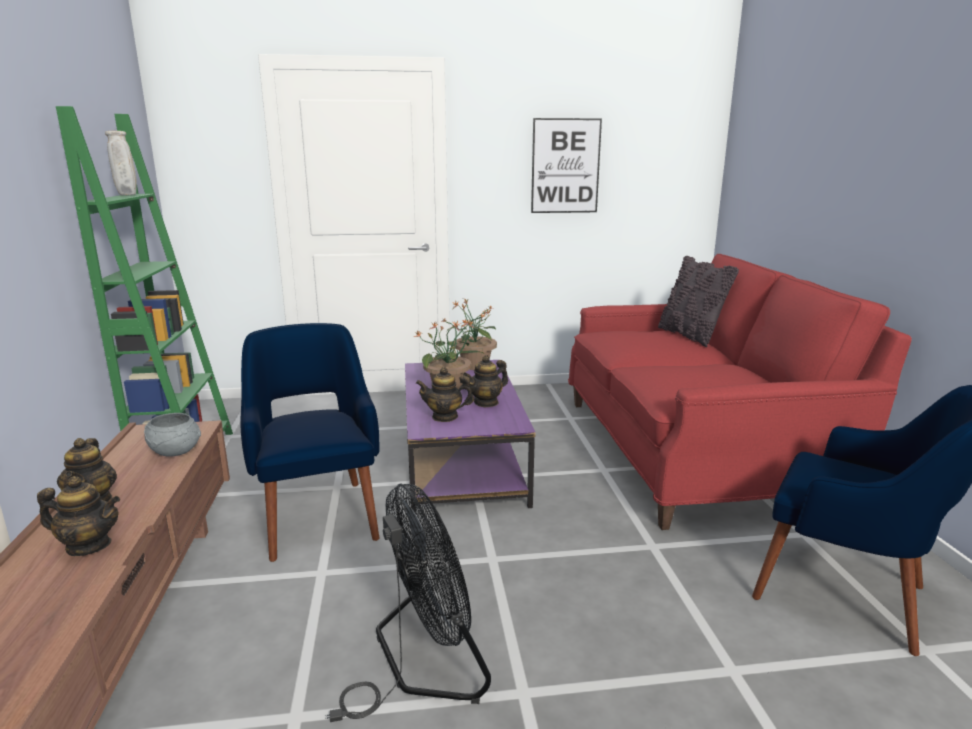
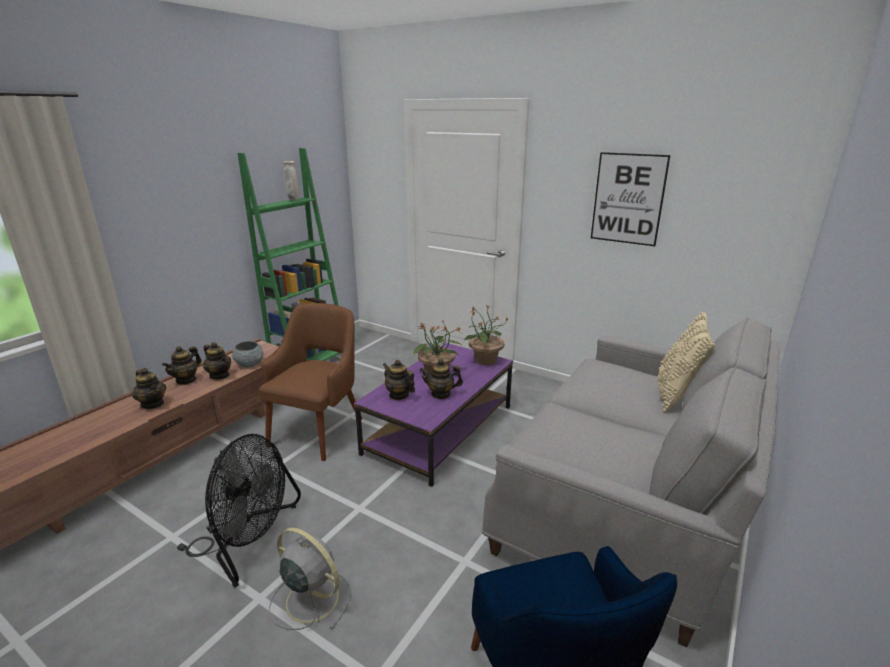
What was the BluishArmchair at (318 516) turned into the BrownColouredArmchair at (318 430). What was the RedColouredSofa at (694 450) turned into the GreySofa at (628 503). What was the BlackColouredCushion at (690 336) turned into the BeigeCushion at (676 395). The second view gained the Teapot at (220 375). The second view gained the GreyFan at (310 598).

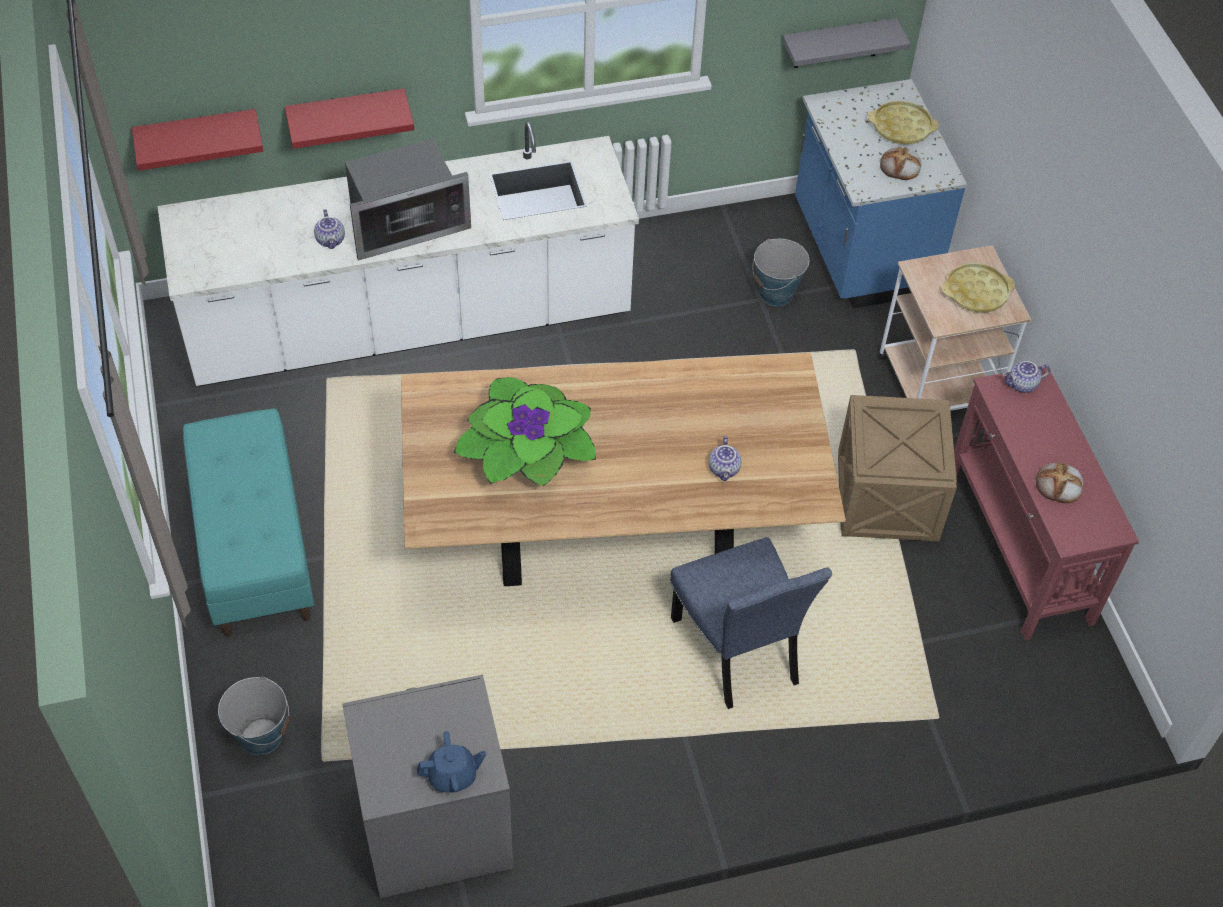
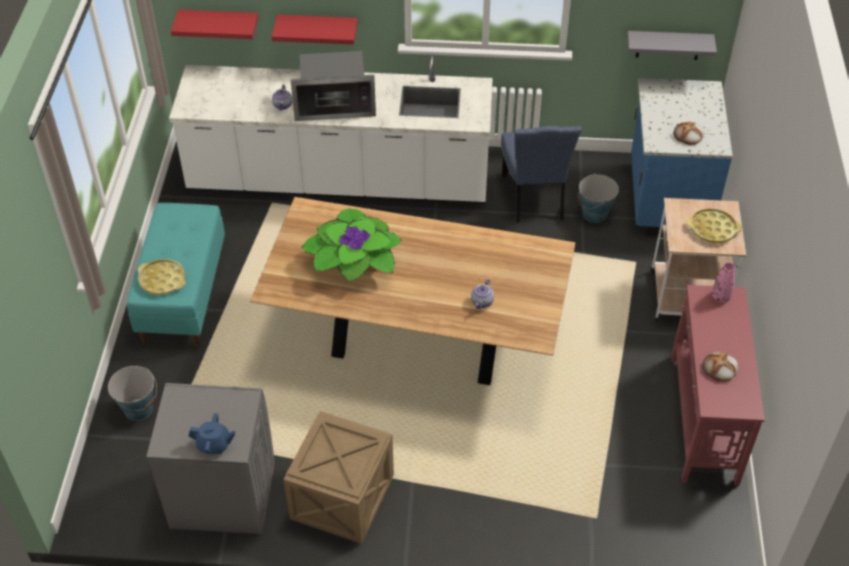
The BluishPlainChair ended up elsewhere, having gone from (737 646) to (534 195). The ShippingCrate ended up elsewhere, having gone from (887 498) to (342 499). The YellowColouredCarryingTray ended up elsewhere, having gone from (901 127) to (162 280). Where the Teapot stood at (1022 385), the PinkDecorativeVase came to stand at (720 297).

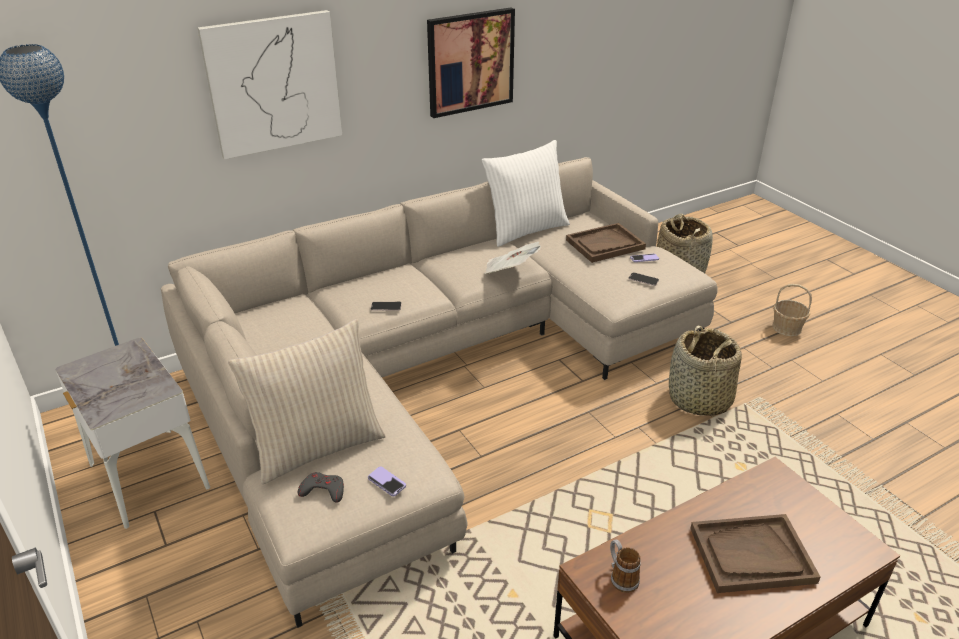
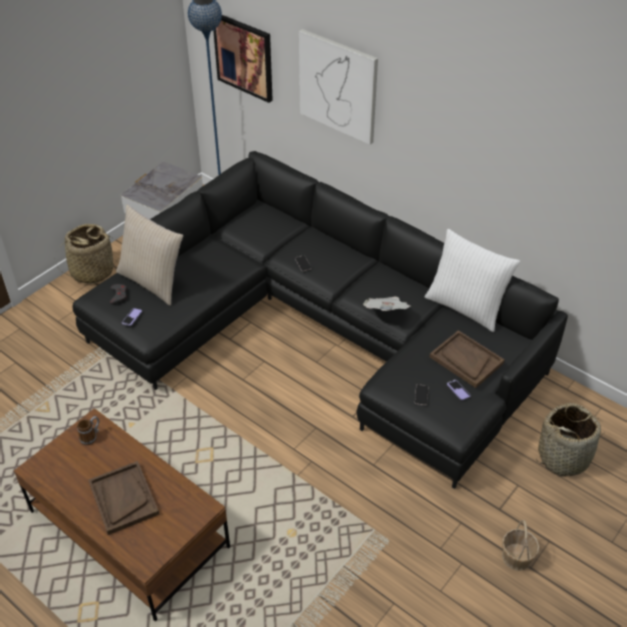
What was the BeigeSofa at (435 372) turned into the BlackColouredSofa at (319 331). The Picture ended up elsewhere, having gone from (470 62) to (244 56). The StorageBasket ended up elsewhere, having gone from (699 399) to (92 271).

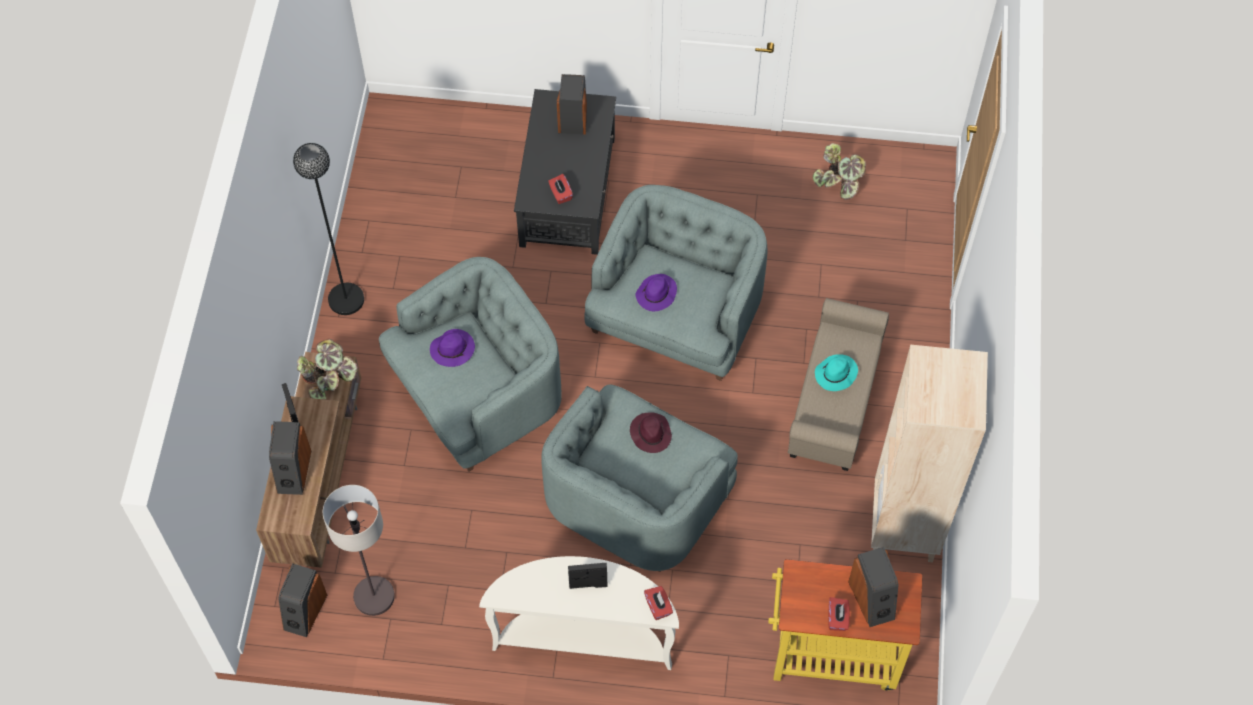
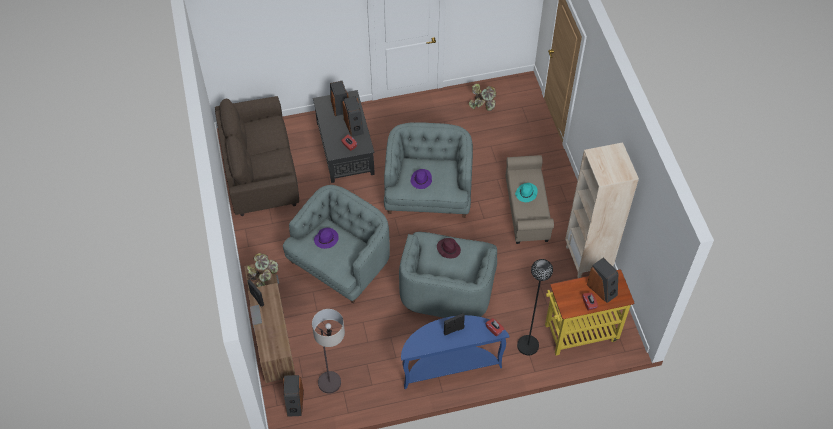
The Loudspeaker ended up elsewhere, having gone from (293 471) to (354 126). The BlackColouredStandardLamp ended up elsewhere, having gone from (346 299) to (527 345). What was the WhiteColouredNarrowTable at (584 637) turned into the BluishNarrowTable at (450 366). The second view gained the BrownColouredSofa at (260 172).

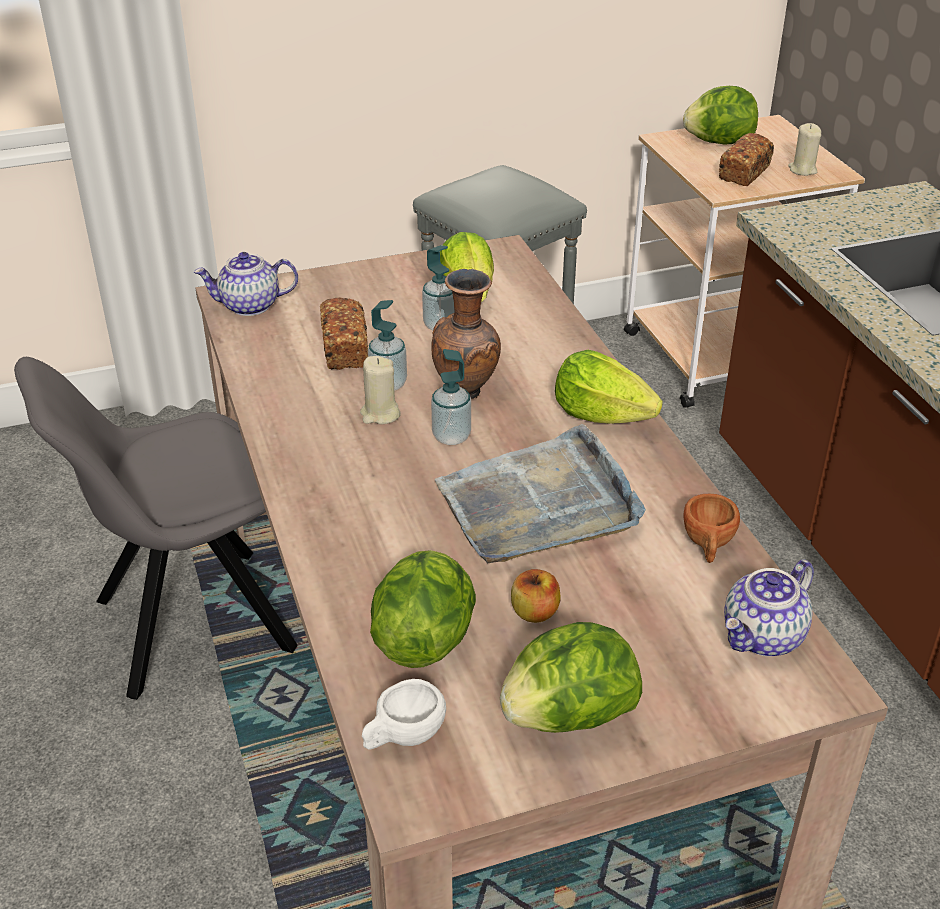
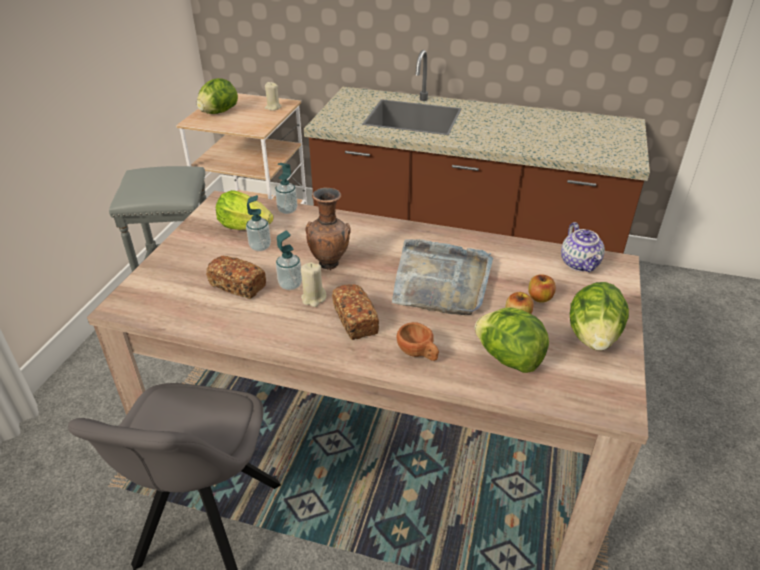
The second view lost the Teapot at (249 306). The second view lost the WhiteColouredSmallCup at (403 737). The LiquidSoapBottle ended up elsewhere, having gone from (451 436) to (287 210). The second view lost the HeadOfLettuce at (601 415). The BrownColouredSmallCup ended up elsewhere, having gone from (708 545) to (418 353). The BakedBread ended up elsewhere, having gone from (744 173) to (355 321). The second view gained the WholeApple at (540 298).

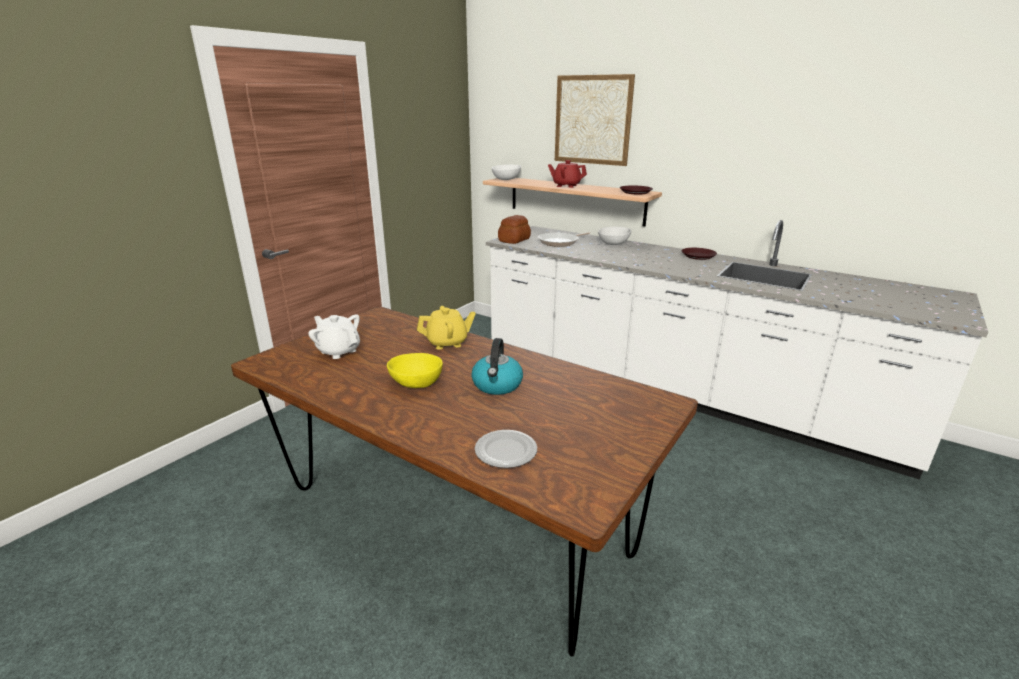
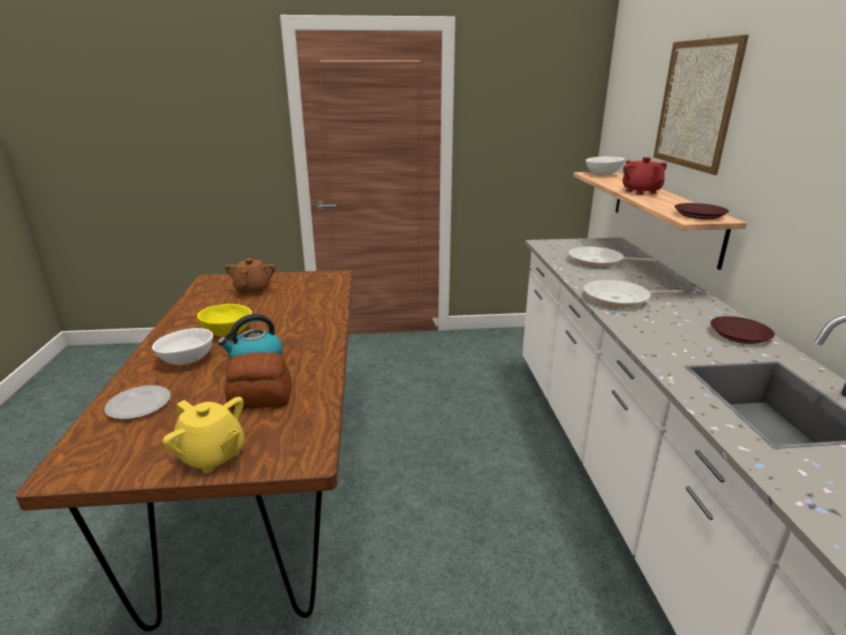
What was the WhiteColouredTeapot at (338 351) turned into the BrownColouredTeapot at (253 290). The YellowColouredTeapot ended up elsewhere, having gone from (447 343) to (212 456). The BakedBread ended up elsewhere, having gone from (515 240) to (261 399). The WhiteColouredBowl ended up elsewhere, having gone from (613 243) to (188 359). The second view gained the FryingPan at (620 298).

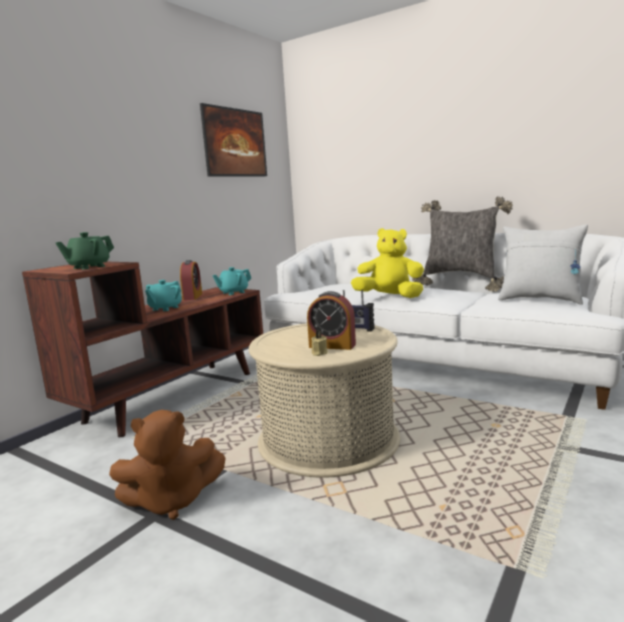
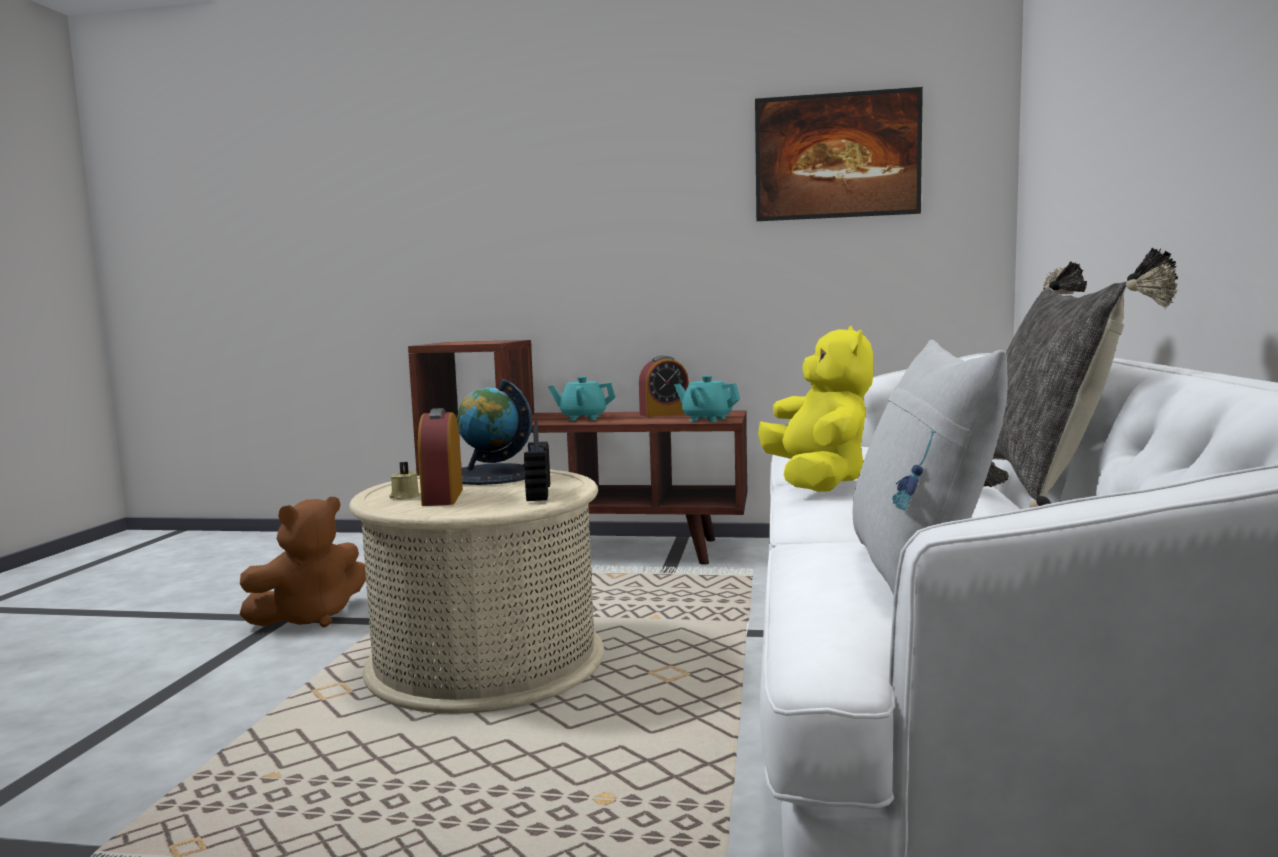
The second view lost the GreenColouredTeapot at (89 267). The BrownColouredSoftToy at (172 501) ended up facing another way, 90 degrees counterclockwise from before. The second view gained the Globe at (491 476).

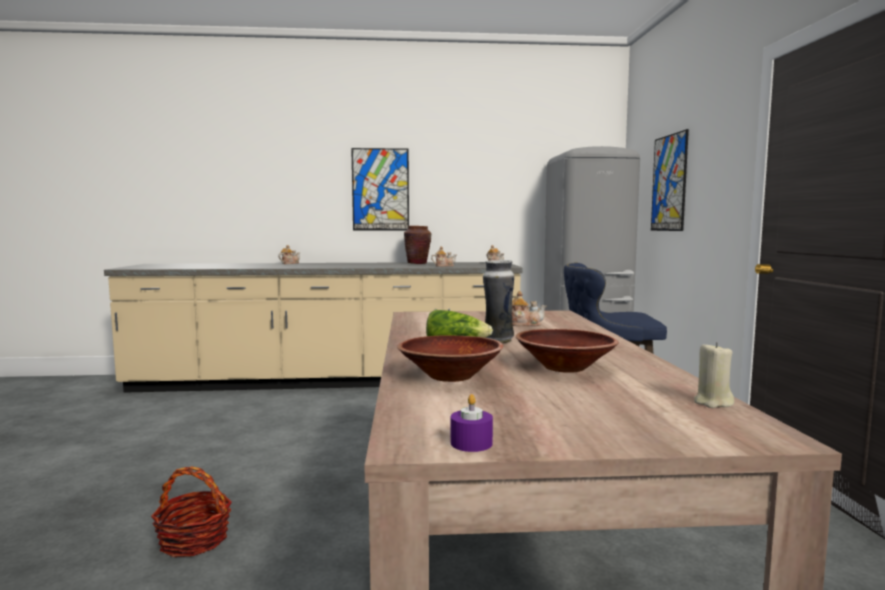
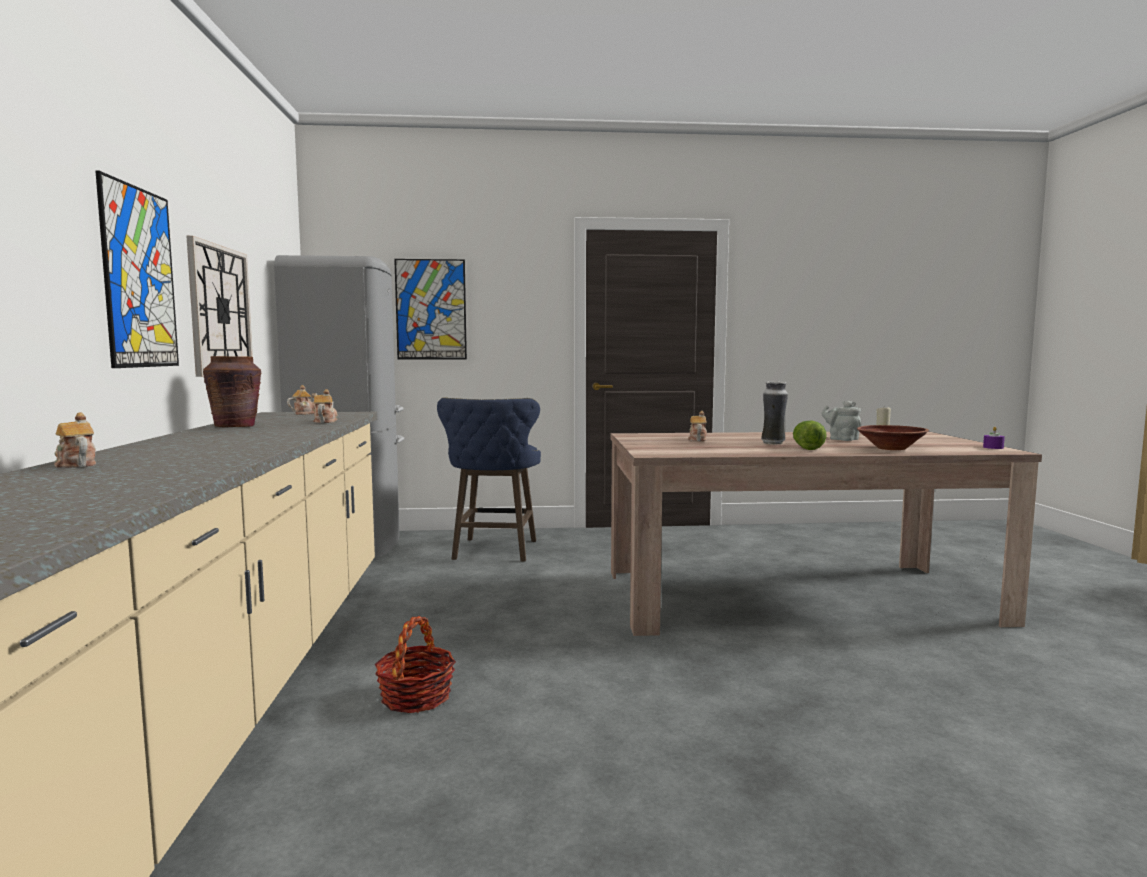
The StorageBasket ended up elsewhere, having gone from (194 540) to (416 697). Where the BrownColouredBowl stood at (564 367), the GreyTeapot came to stand at (841 439). The second view gained the HangingClock at (220 310).

